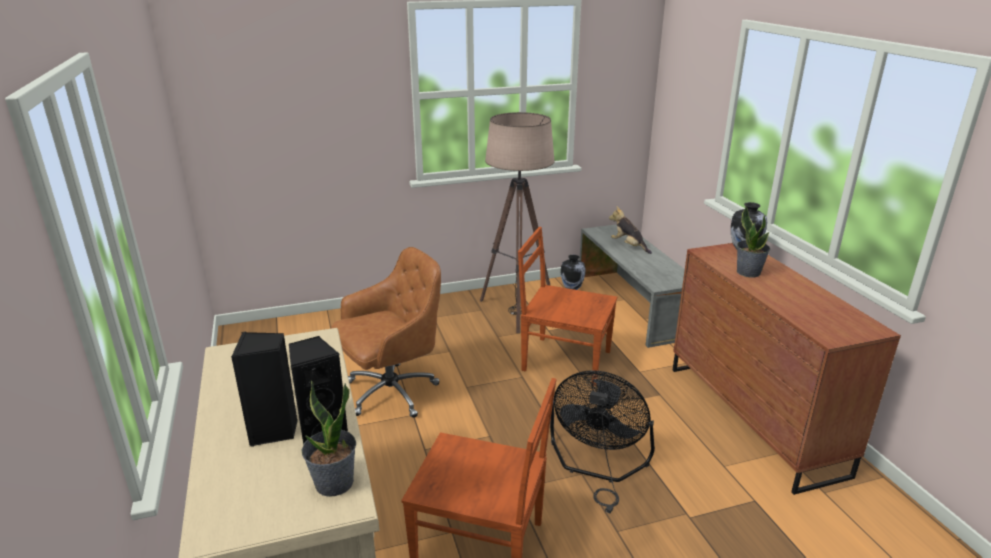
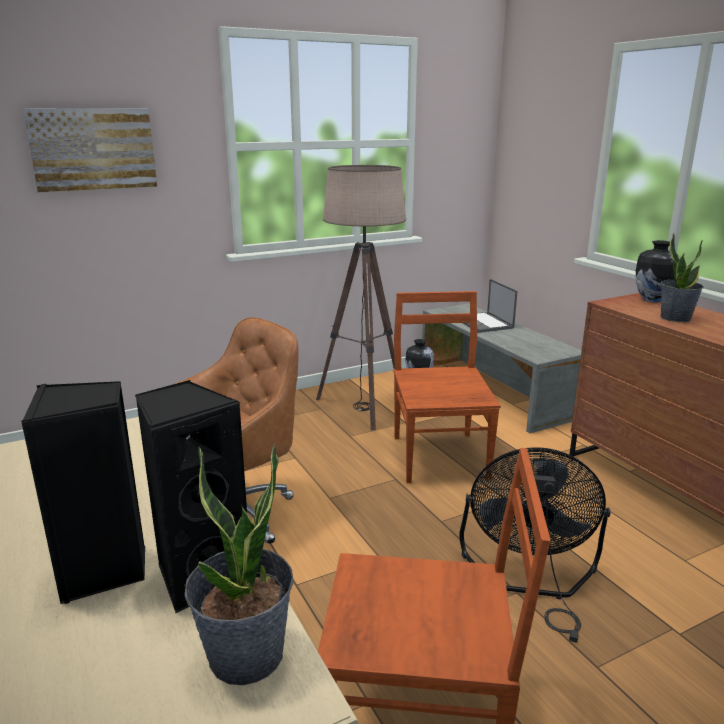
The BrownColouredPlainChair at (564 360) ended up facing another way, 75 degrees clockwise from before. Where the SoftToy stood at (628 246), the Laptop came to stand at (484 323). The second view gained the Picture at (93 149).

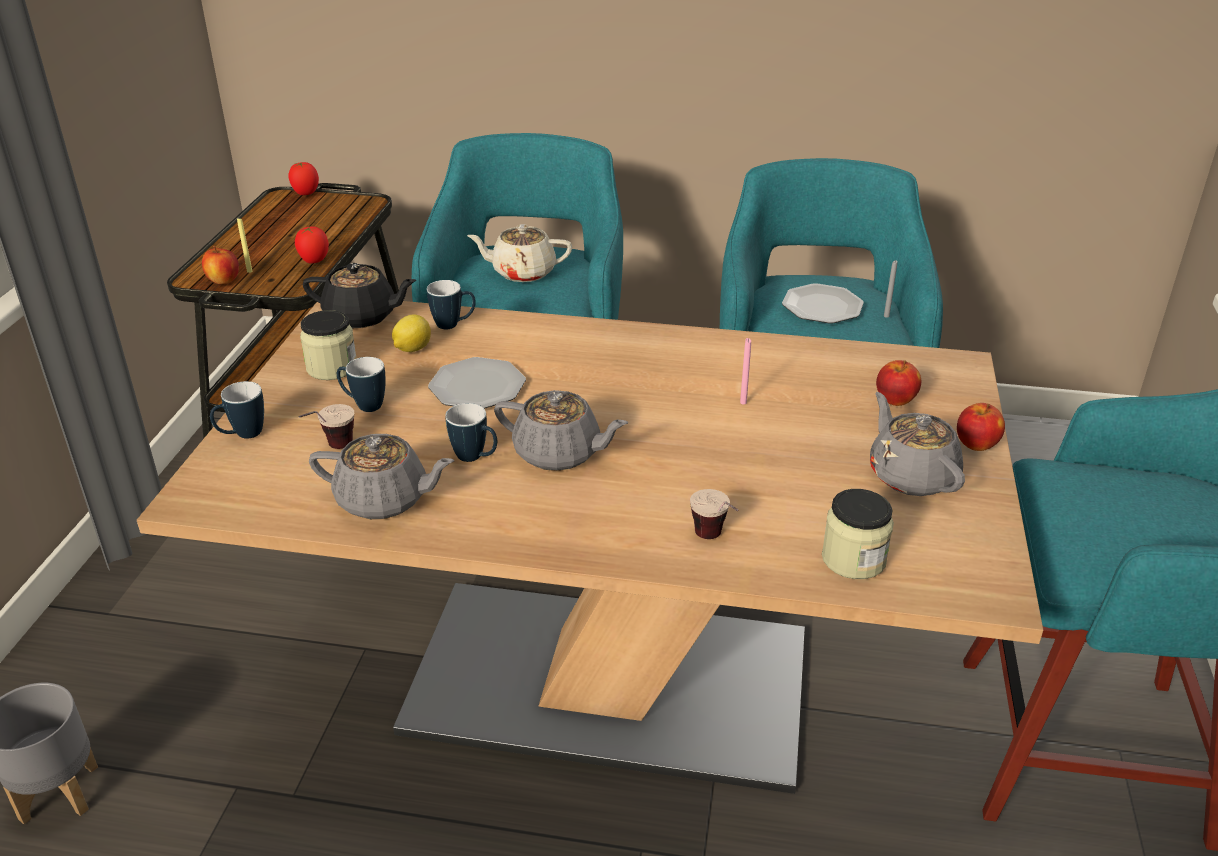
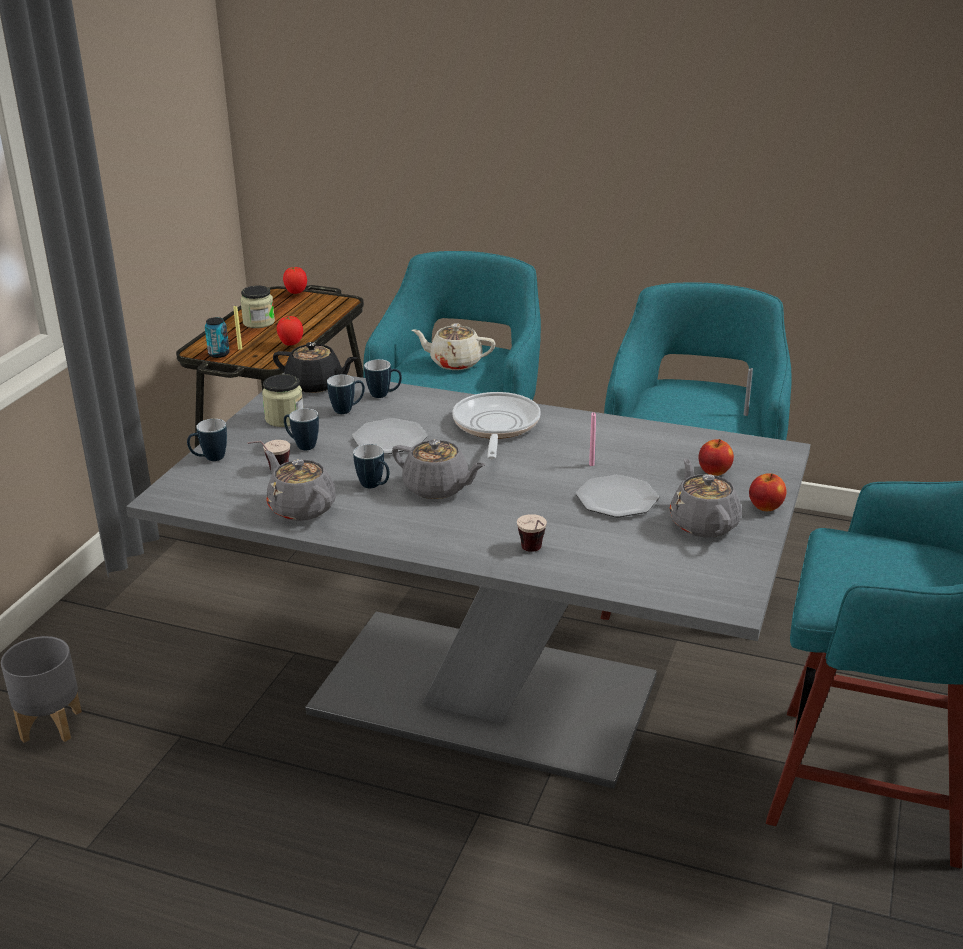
What was the BrownColouredDiningTable at (608 682) turned into the GreyDiningTable at (484 695). Where the WholeApple stood at (224 281), the Can came to stand at (219 354). The GreyTeapot at (384 500) ended up facing another way, 150 degrees counterclockwise from before. Where the Lemon stood at (412 349), the CoffeeMug came to stand at (347 410). The DinnerPlate ended up elsewhere, having gone from (823 307) to (617 499). The PreserveJar ended up elsewhere, having gone from (853 559) to (259 322). The second view gained the FryingPan at (495 427).

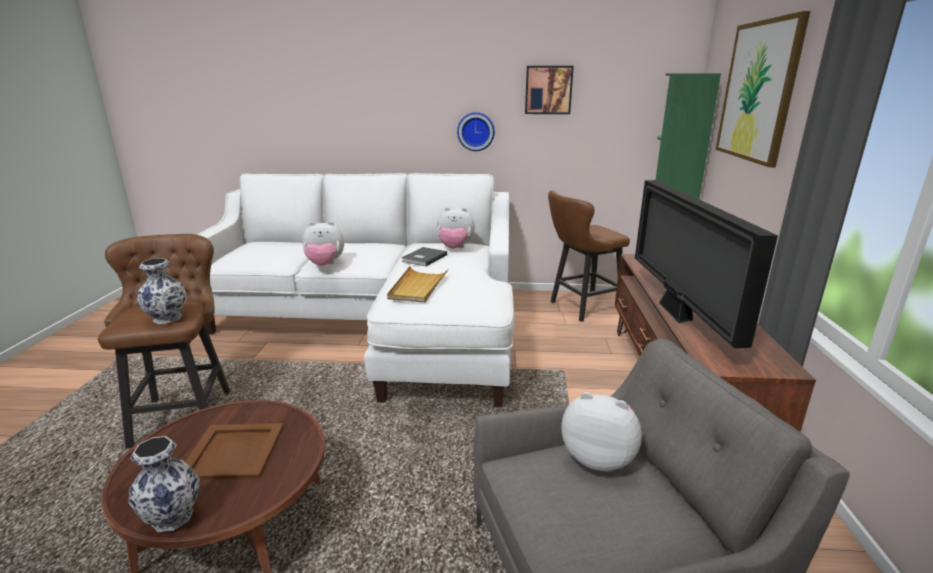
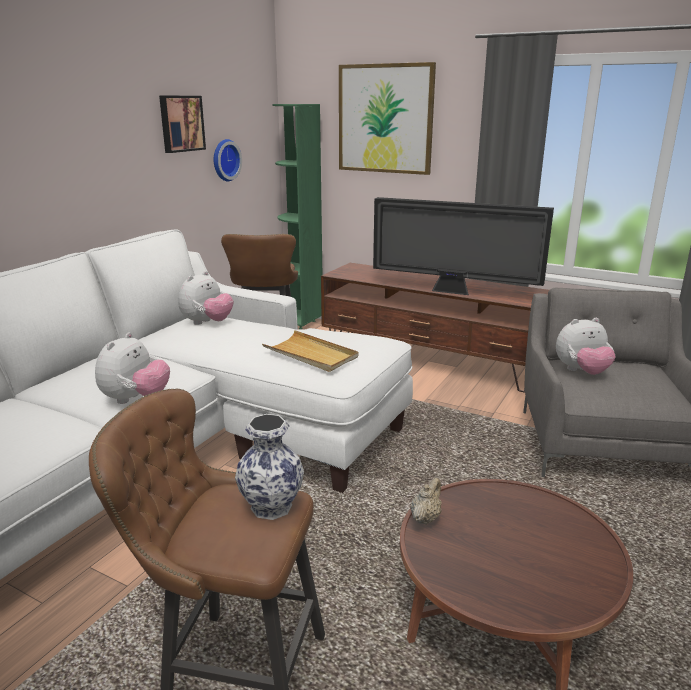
The second view lost the DecorativeVase at (171 518). The second view lost the BrownColouredCarryingTray at (233 450). The second view lost the GreyVolume at (423 258). The HangingClock ended up elsewhere, having gone from (476 131) to (224 160). The SoftToy at (598 458) ended up facing another way, 150 degrees counterclockwise from before. The second view gained the BeigeTeapot at (425 517).

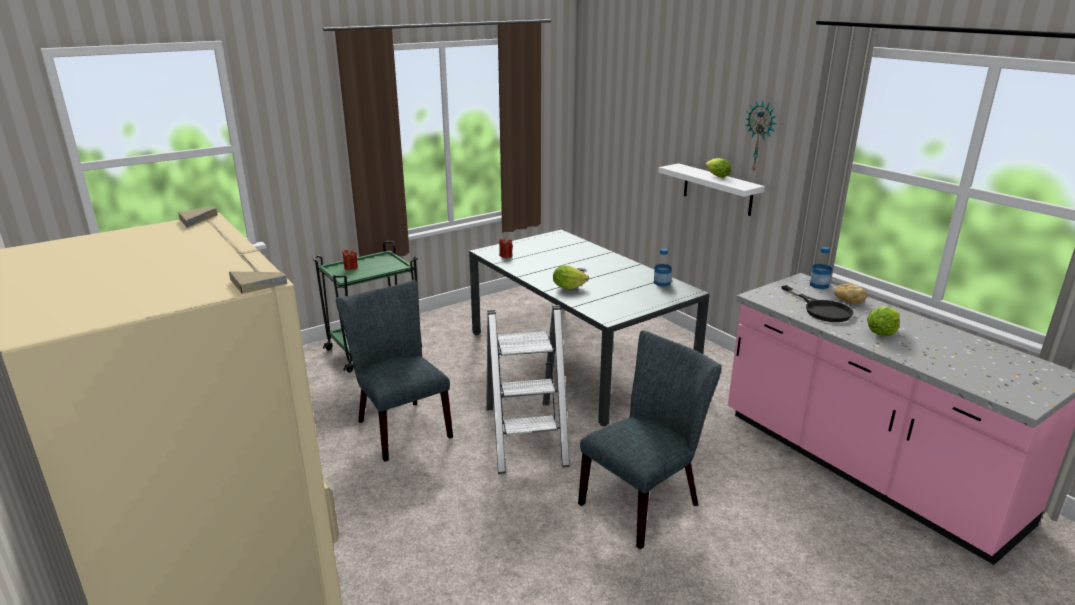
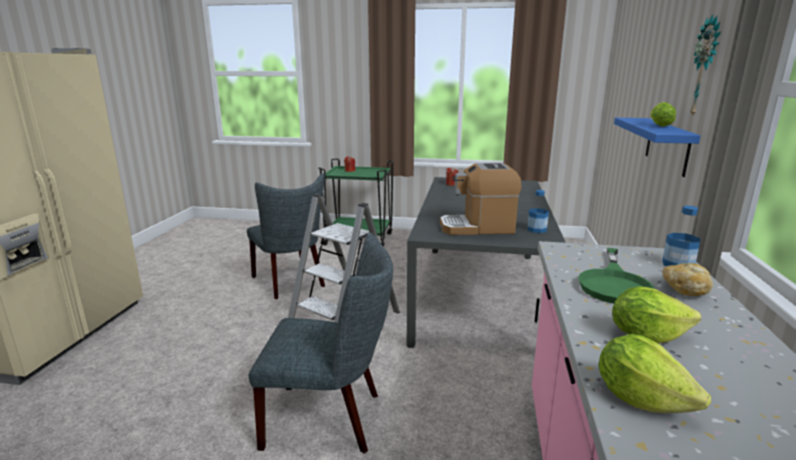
The GreyPlainChair at (400 426) ended up facing another way, 135 degrees clockwise from before. The HeadOfLettuce ended up elsewhere, having gone from (568 287) to (640 398). What was the WhiteColouredWallShelf at (717 189) turned into the BluishWallShelf at (667 145). What was the BlackColouredFryingPan at (822 309) turned into the GreenColouredFryingPan at (614 284). The second view gained the CoffeeBrewer at (477 227).

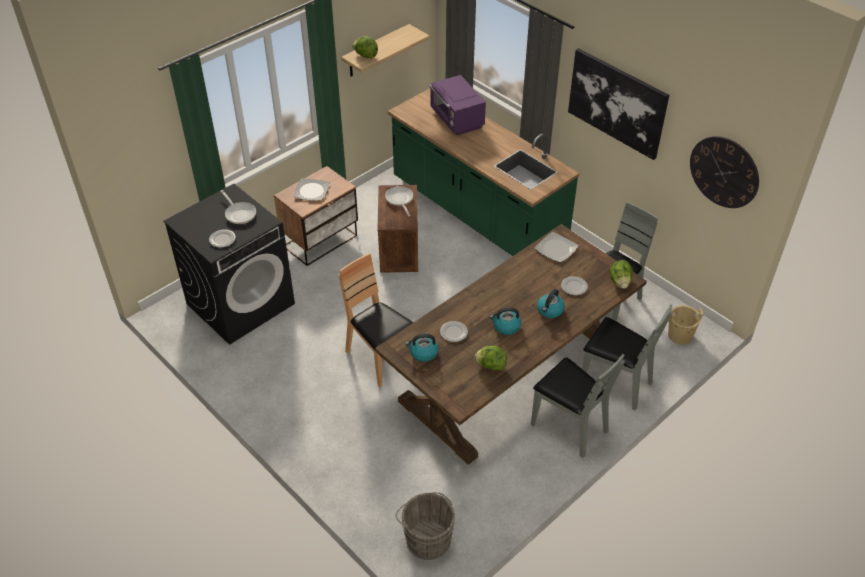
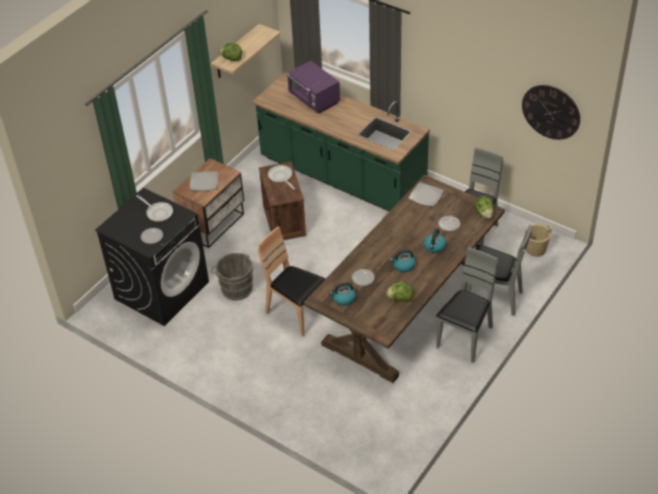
The GreyBucket ended up elsewhere, having gone from (426 538) to (235 288). The GreyPlainChair at (569 426) ended up facing another way, 90 degrees counterclockwise from before. The second view lost the Picture at (617 103).

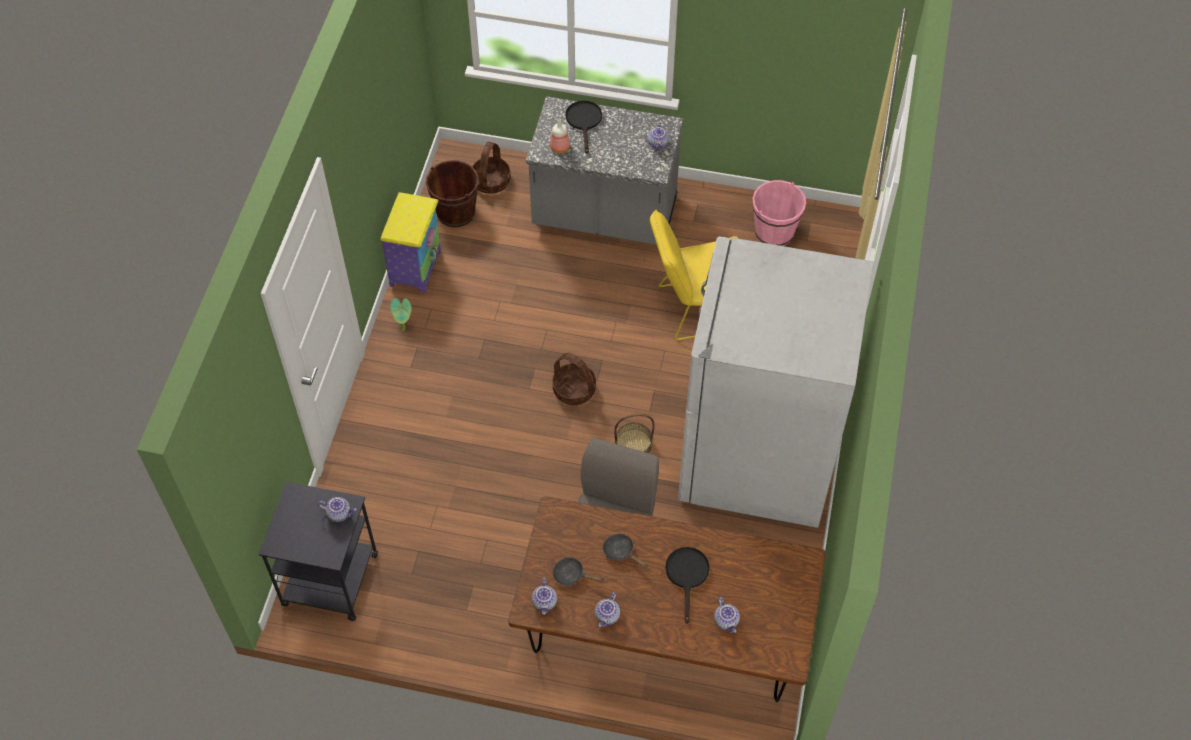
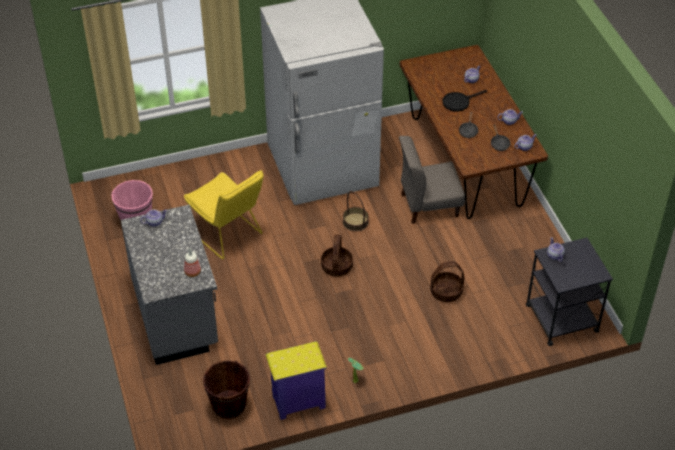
The StorageBasket ended up elsewhere, having gone from (491 181) to (446 291). The second view lost the BlackColouredFryingPan at (584 122).

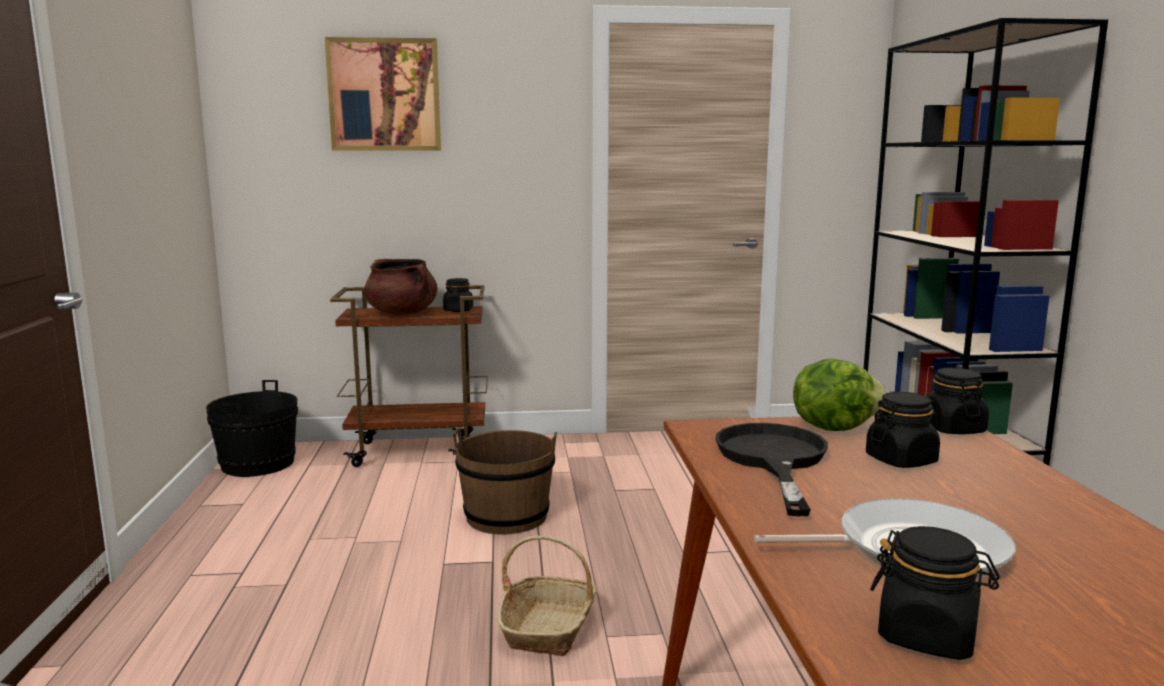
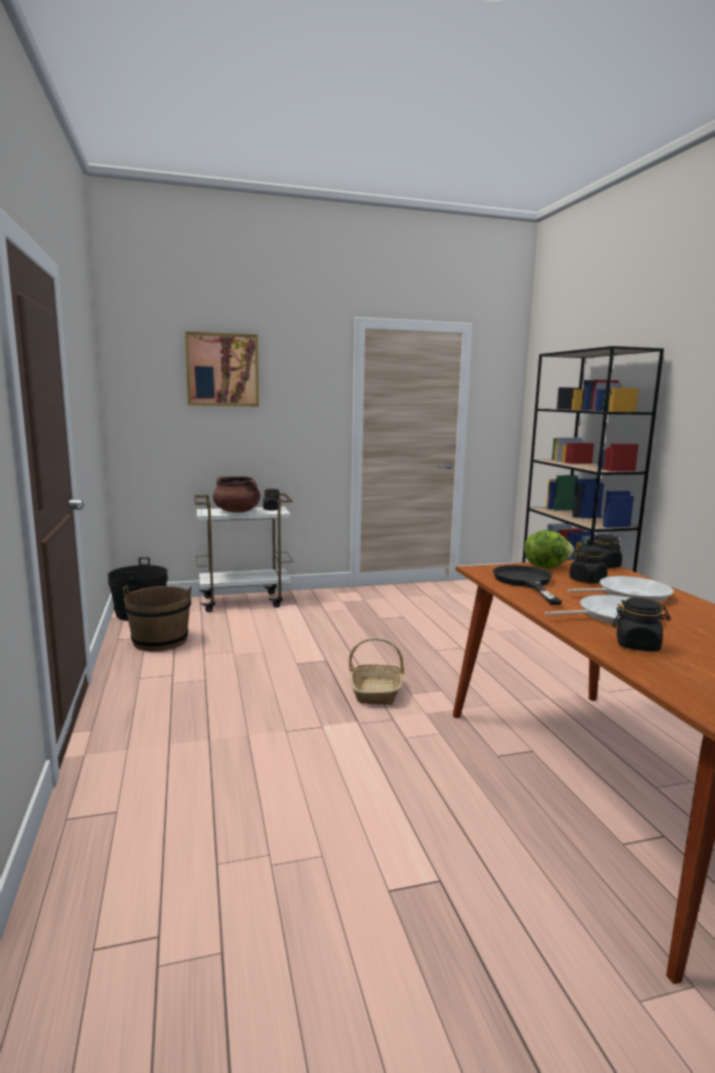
What was the BrownColouredWheeledCart at (419 452) turned into the WhiteColouredWheeledCart at (245 602). The BrownColouredBucket ended up elsewhere, having gone from (506 516) to (160 641). The second view gained the FryingPan at (629 594).

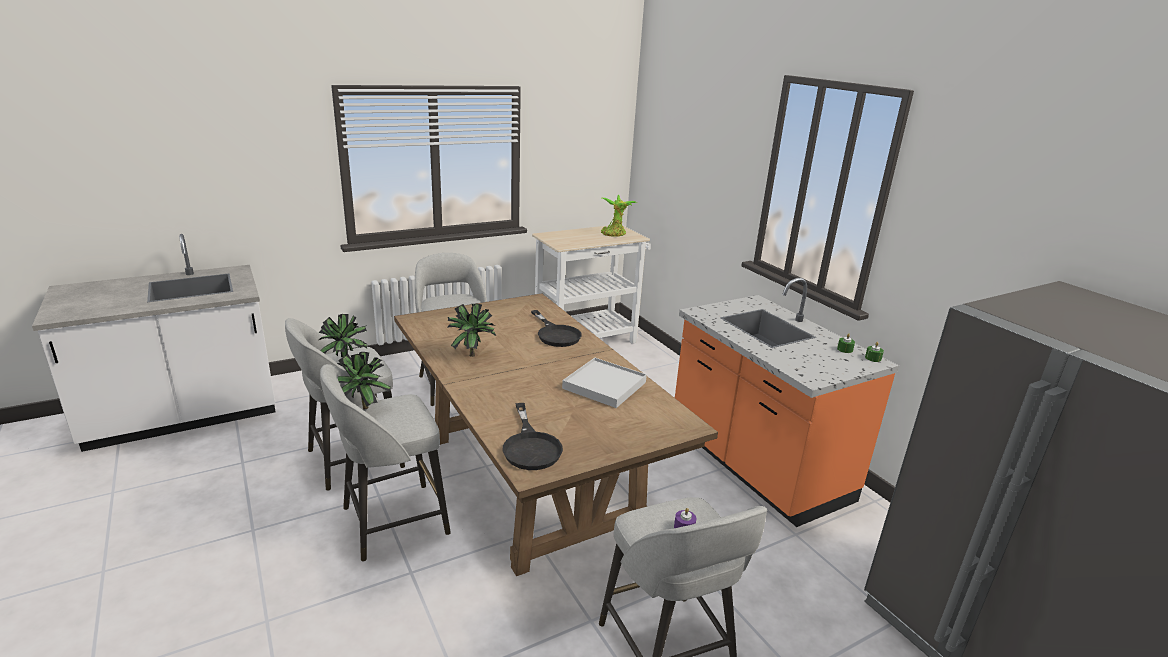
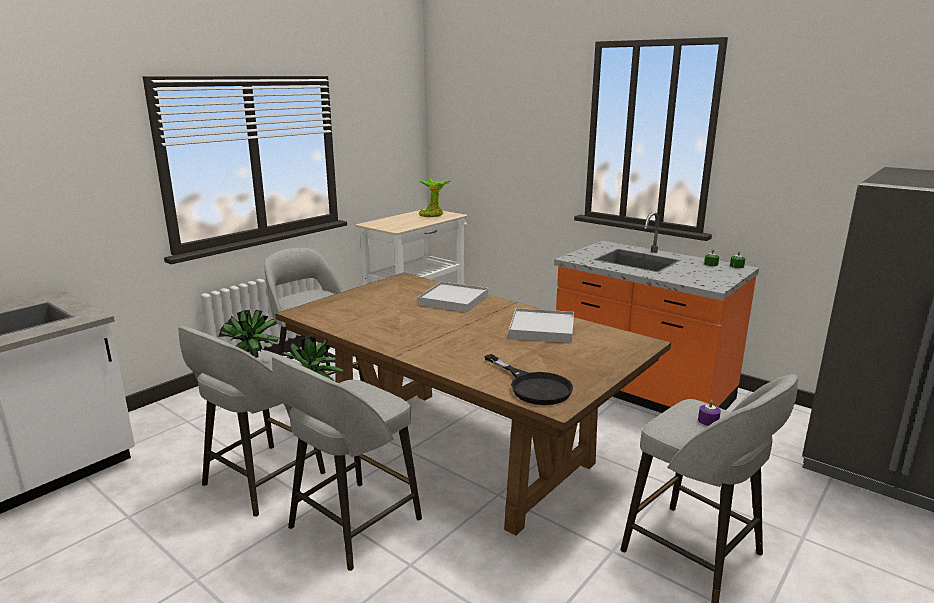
The second view lost the PottedPlant at (472 354). Where the BlackColouredFryingPan stood at (556 334), the WhiteColouredCarryingTray came to stand at (453 300).

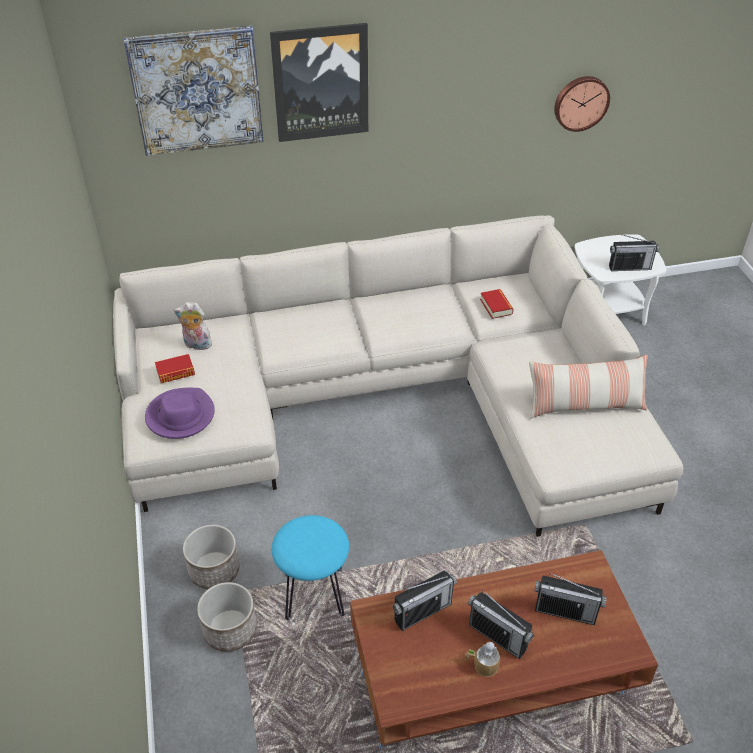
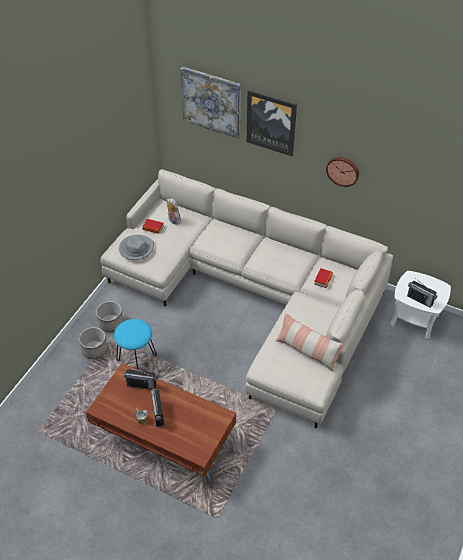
What was the PurpleColouredClothingHat at (180 416) turned into the GreyClothingHat at (136 249). The second view lost the RadioSet at (565 611). The HangingClock ended up elsewhere, having gone from (580 102) to (343 170).

